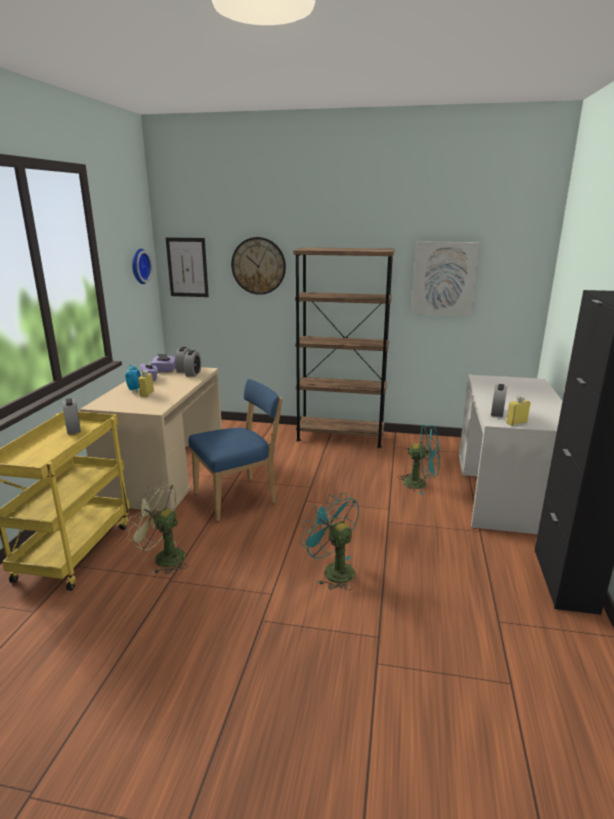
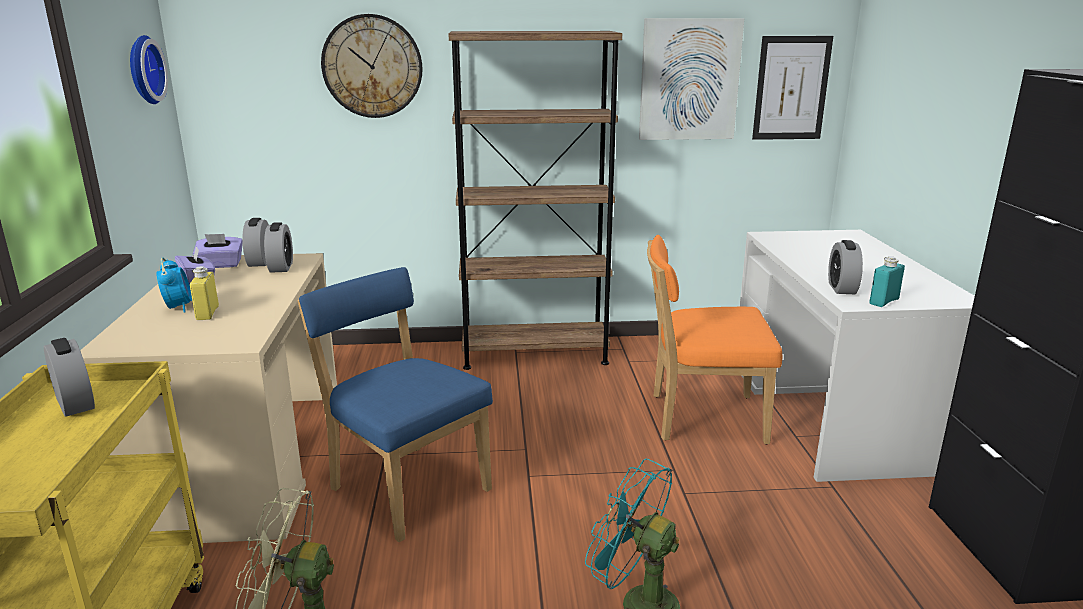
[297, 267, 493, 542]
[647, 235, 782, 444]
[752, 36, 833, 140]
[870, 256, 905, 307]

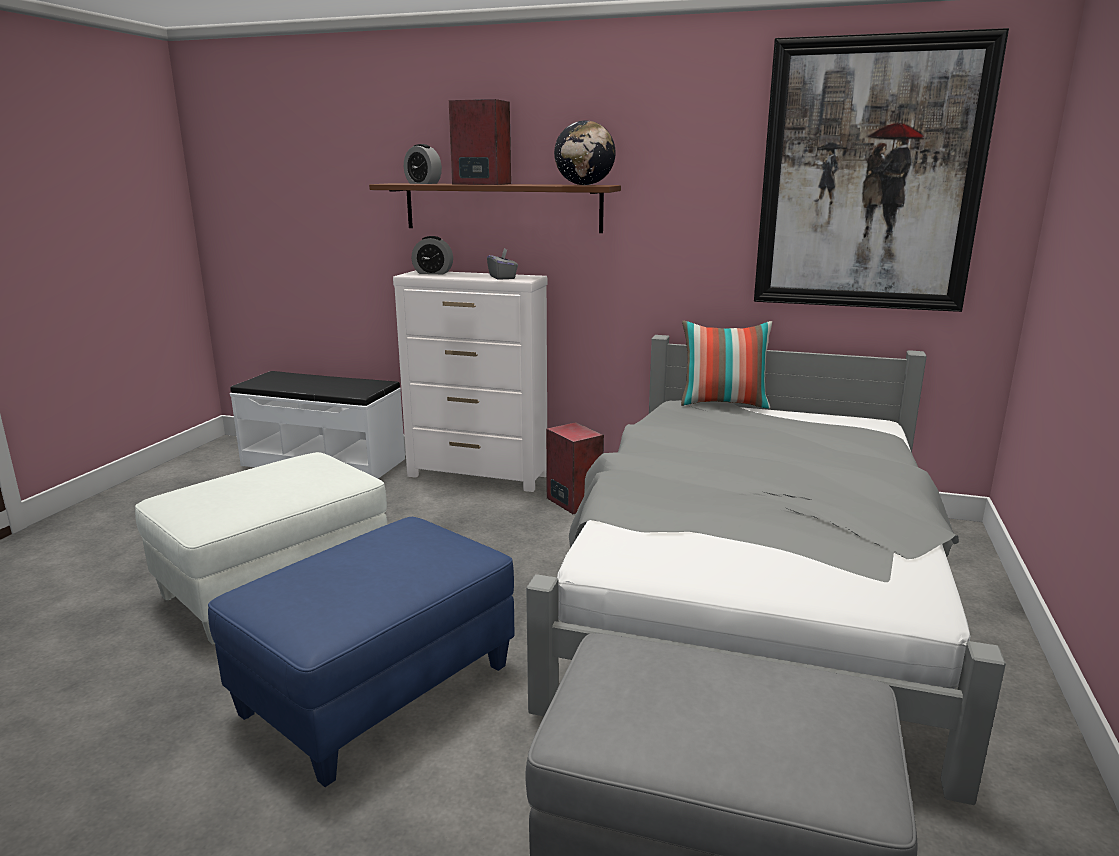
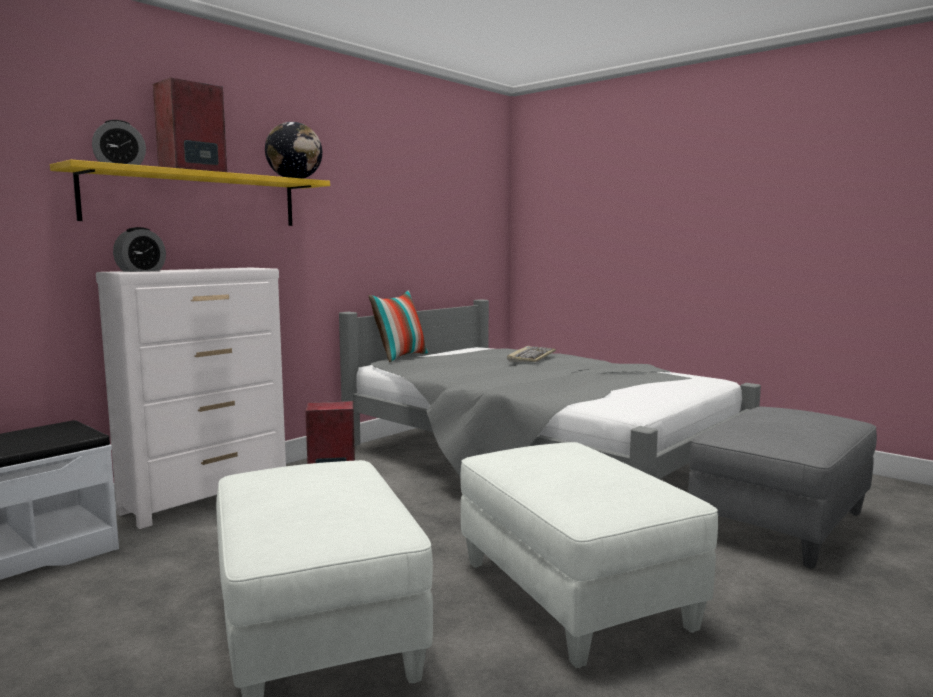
[50, 160, 330, 226]
[461, 442, 718, 668]
[507, 346, 556, 362]
[487, 248, 518, 280] (first image)
[754, 28, 1009, 312] (first image)

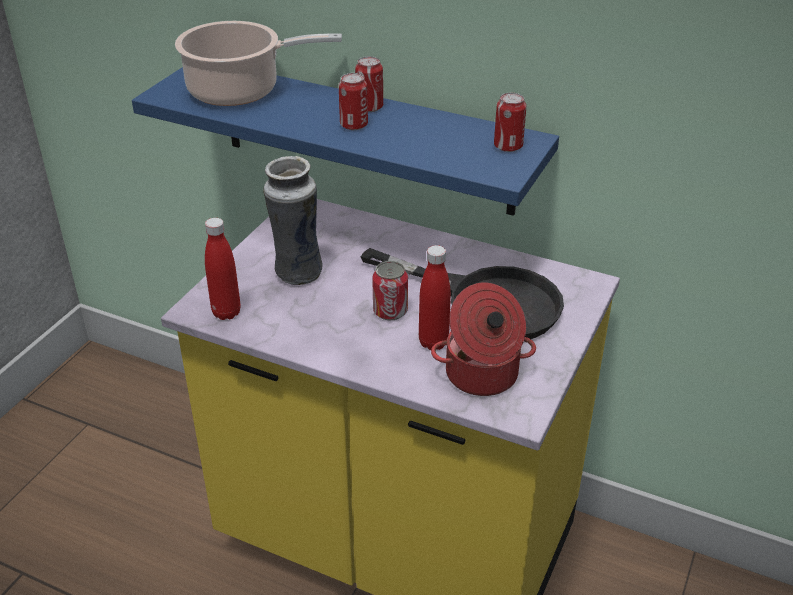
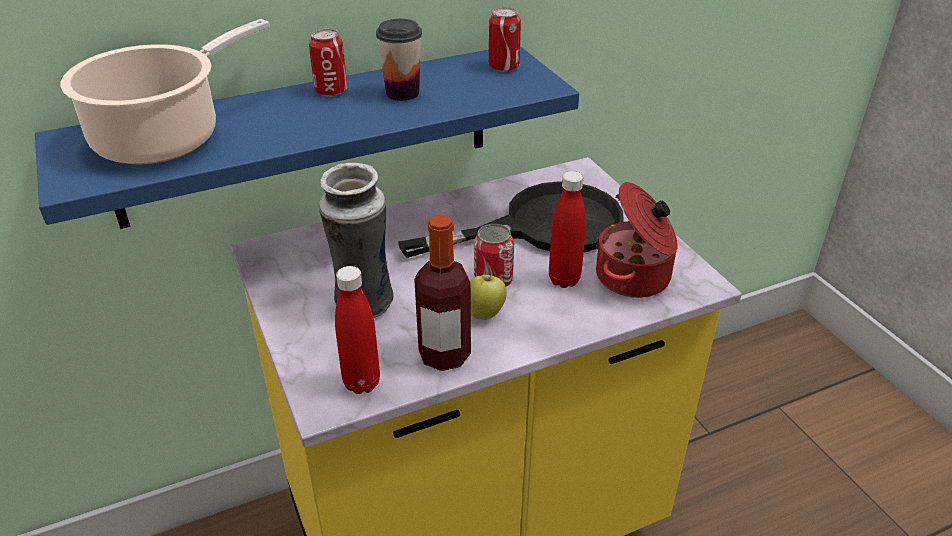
[376, 19, 422, 101]
[414, 214, 471, 371]
[470, 275, 507, 320]
[339, 73, 368, 130] (first image)

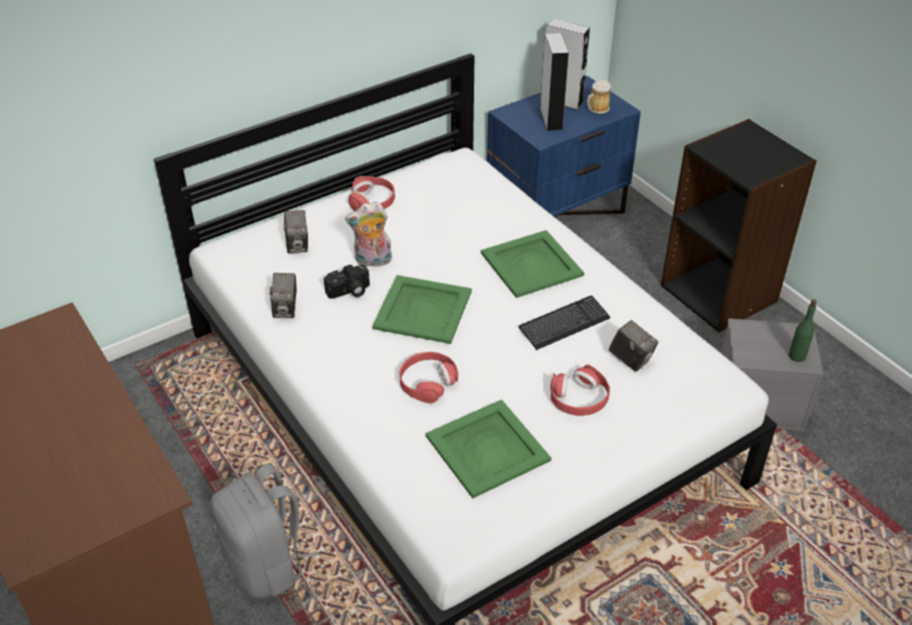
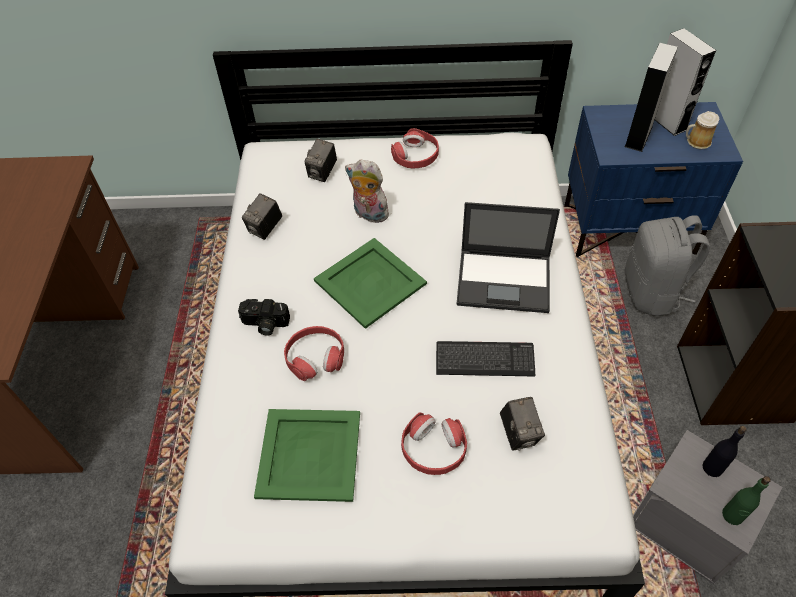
[238, 299, 290, 336]
[457, 202, 560, 313]
[625, 215, 710, 316]
[703, 426, 746, 477]

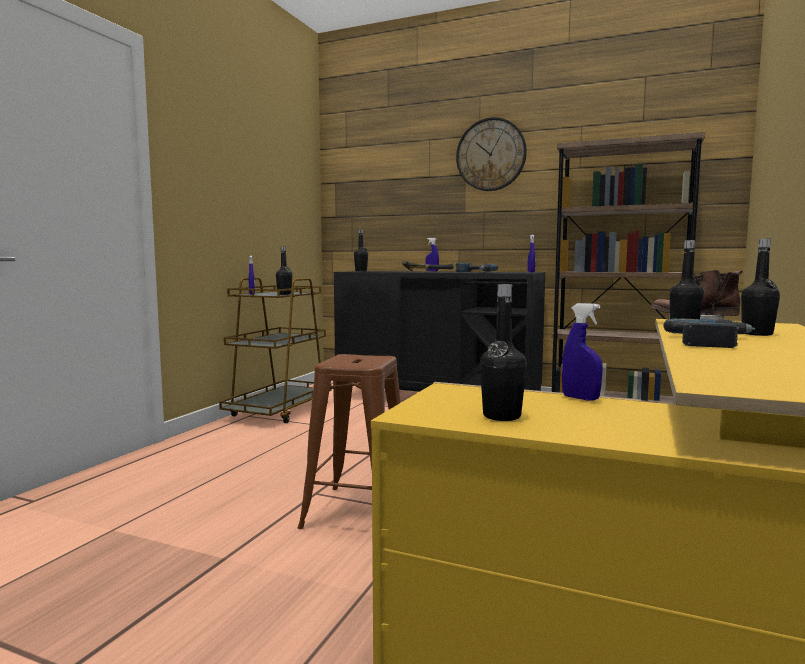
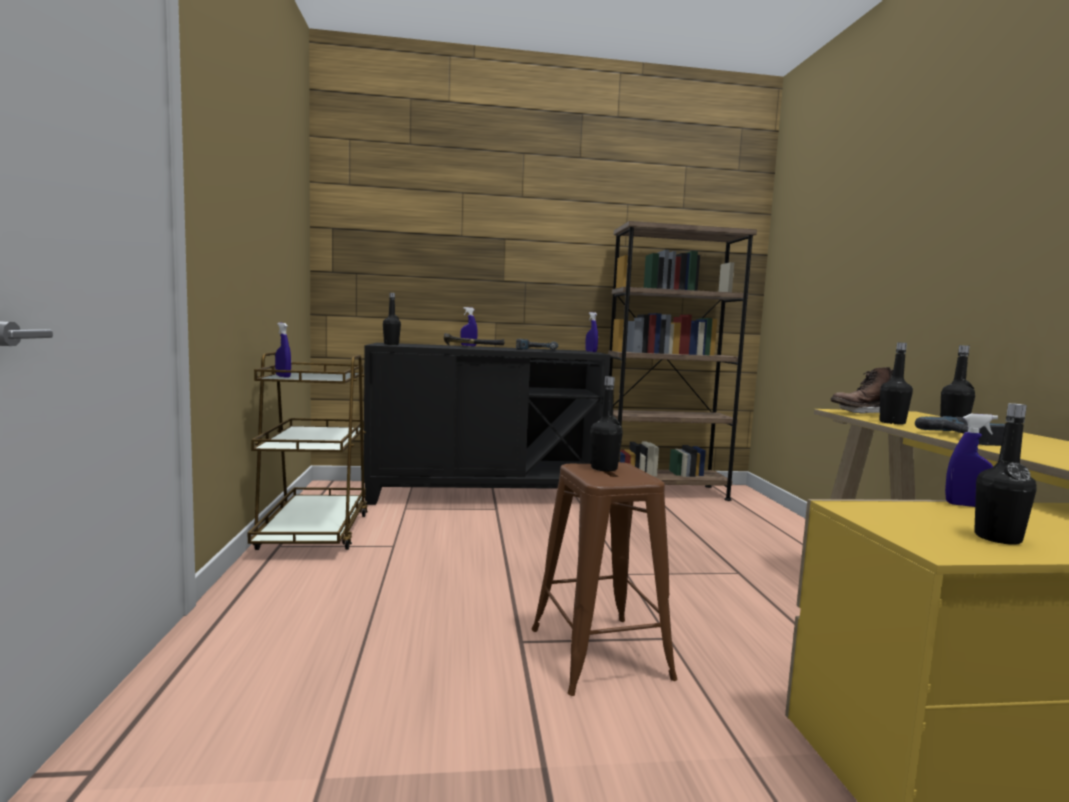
[590, 376, 623, 471]
[456, 117, 527, 191] (first image)

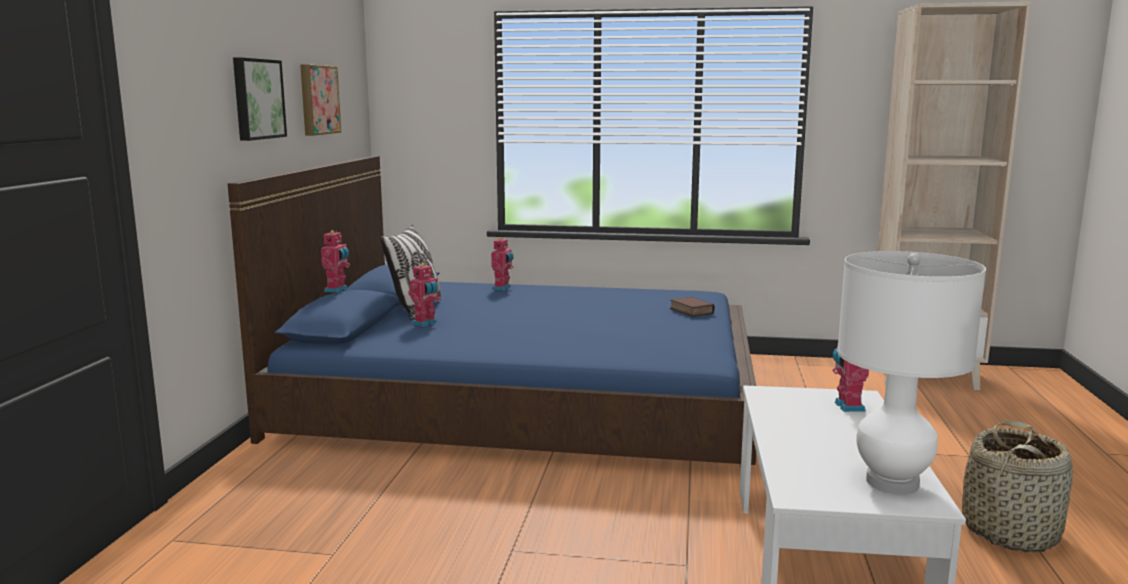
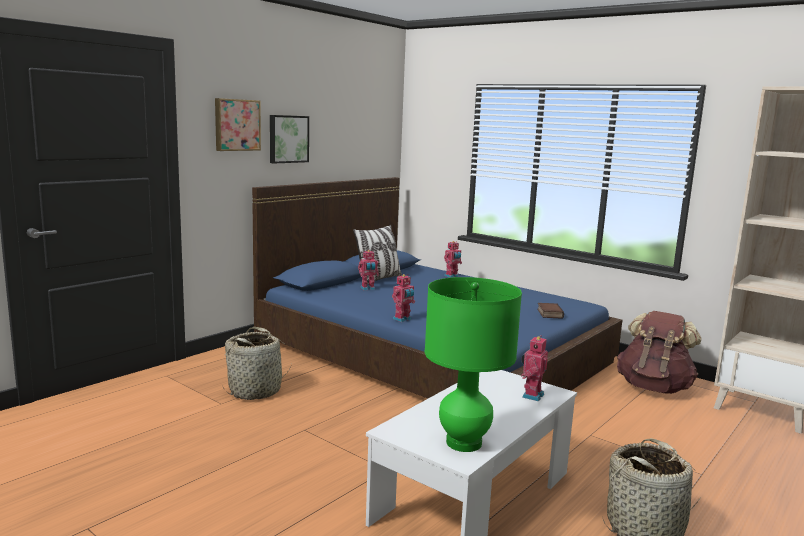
[215, 98, 261, 151]
[223, 327, 292, 400]
[392, 274, 415, 322]
[424, 277, 522, 452]
[617, 311, 701, 394]

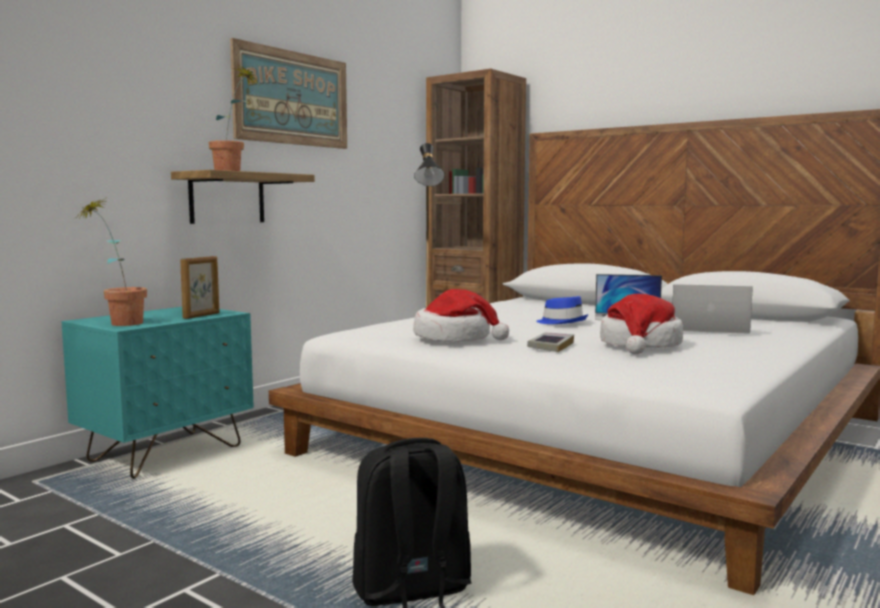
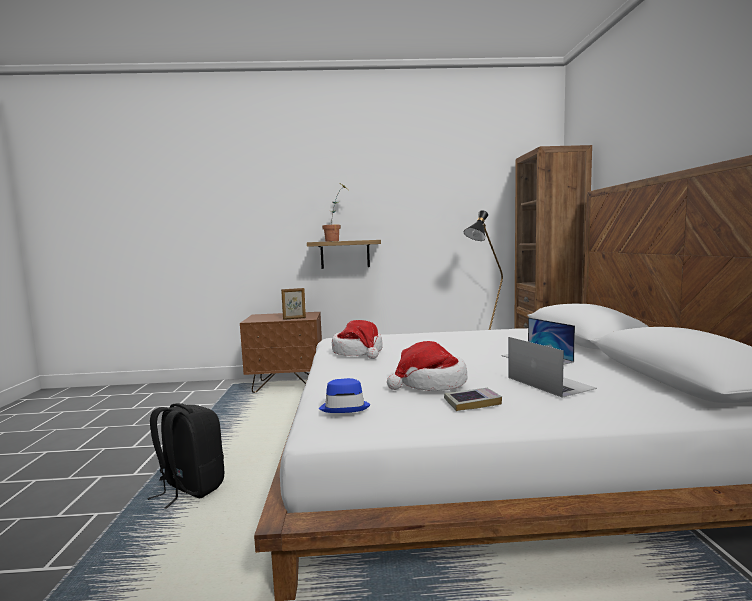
[240, 312, 322, 393]
[319, 378, 370, 413]
[444, 388, 502, 411]
[79, 198, 147, 326] (first image)
[230, 38, 347, 149] (first image)

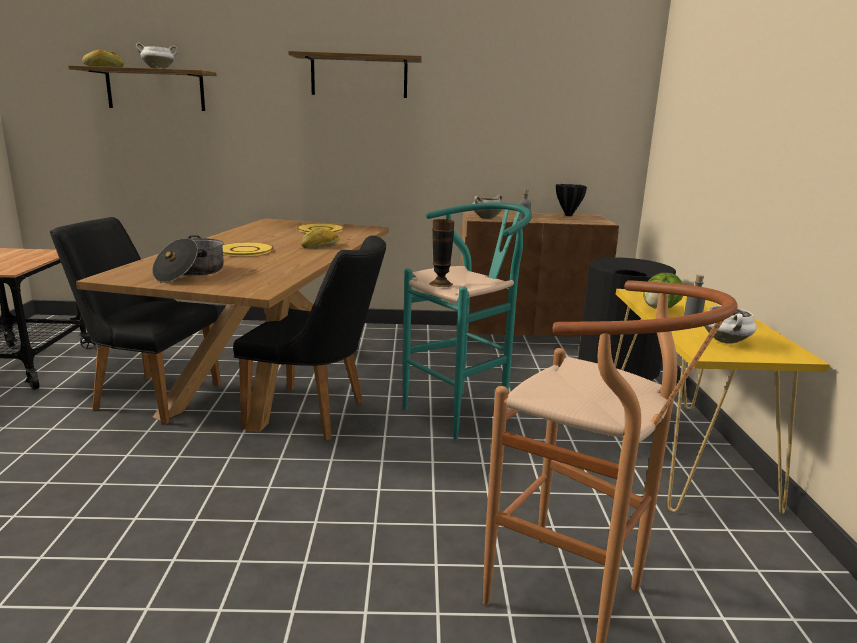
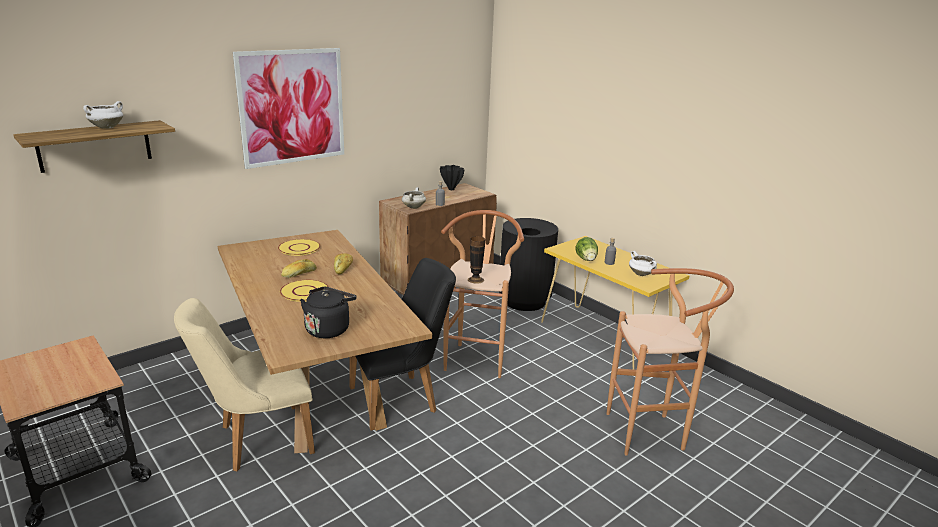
[174, 298, 315, 472]
[233, 48, 344, 169]
[281, 259, 317, 278]
[300, 287, 356, 338]
[441, 210, 524, 378]

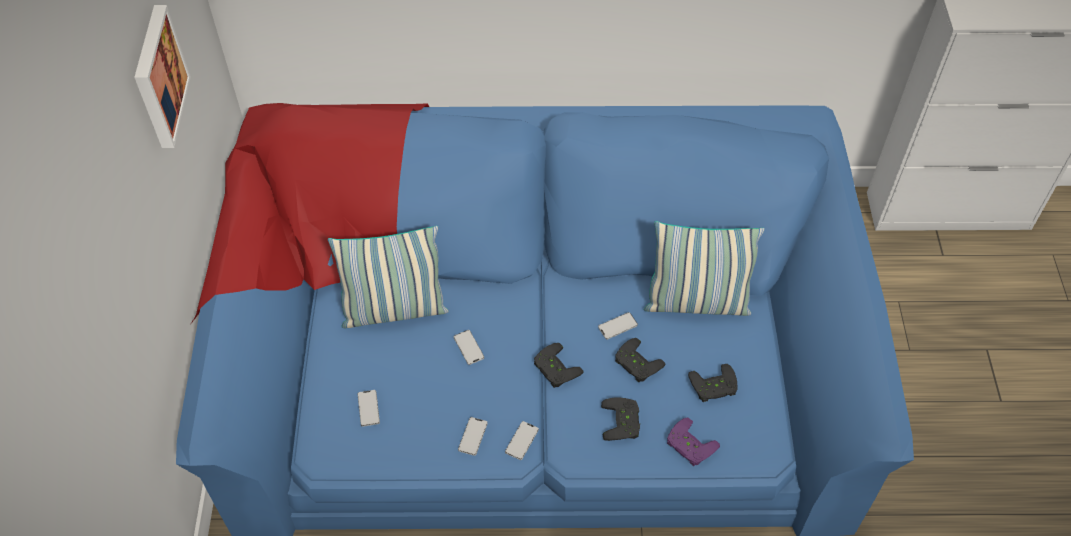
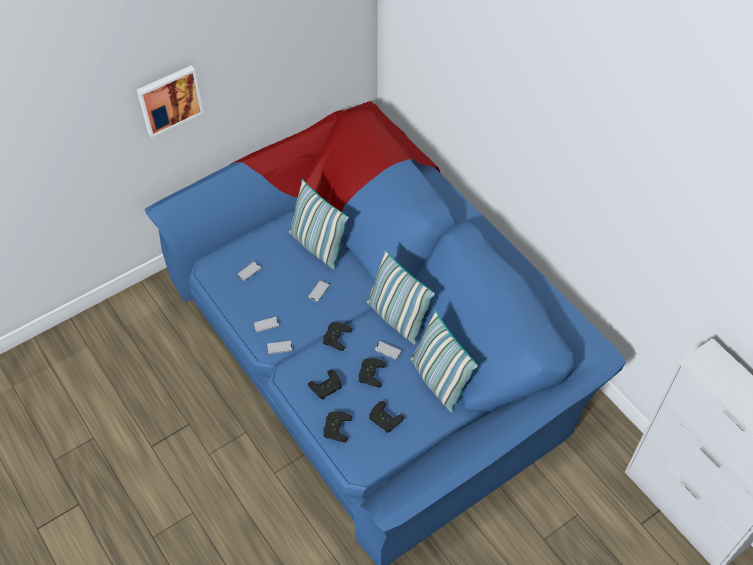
[137, 66, 204, 137]
[323, 412, 352, 442]
[366, 250, 435, 345]

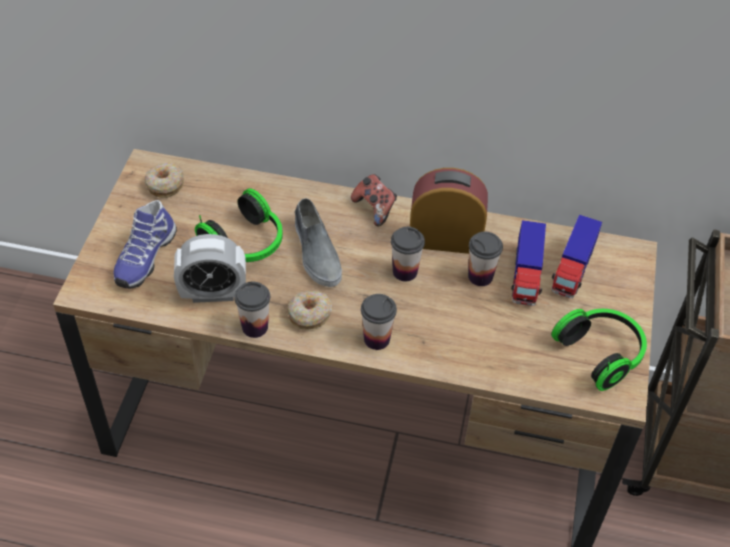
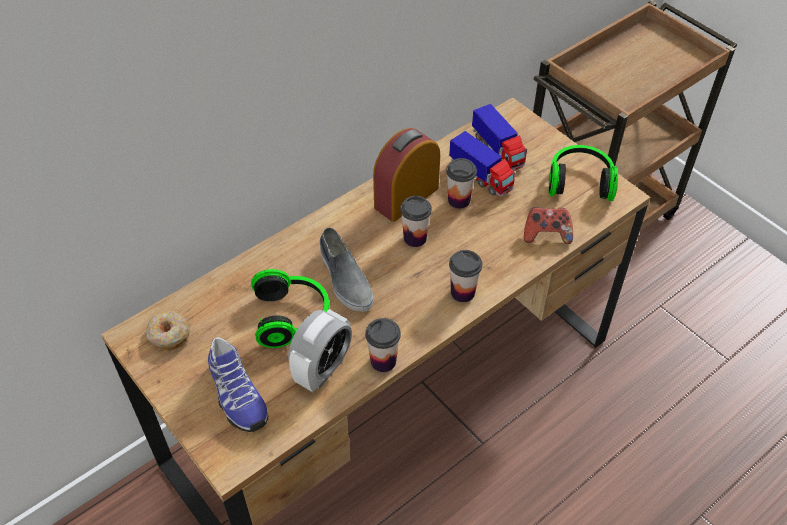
[320, 227, 374, 312]
[524, 207, 573, 244]
[287, 291, 332, 330] (first image)

